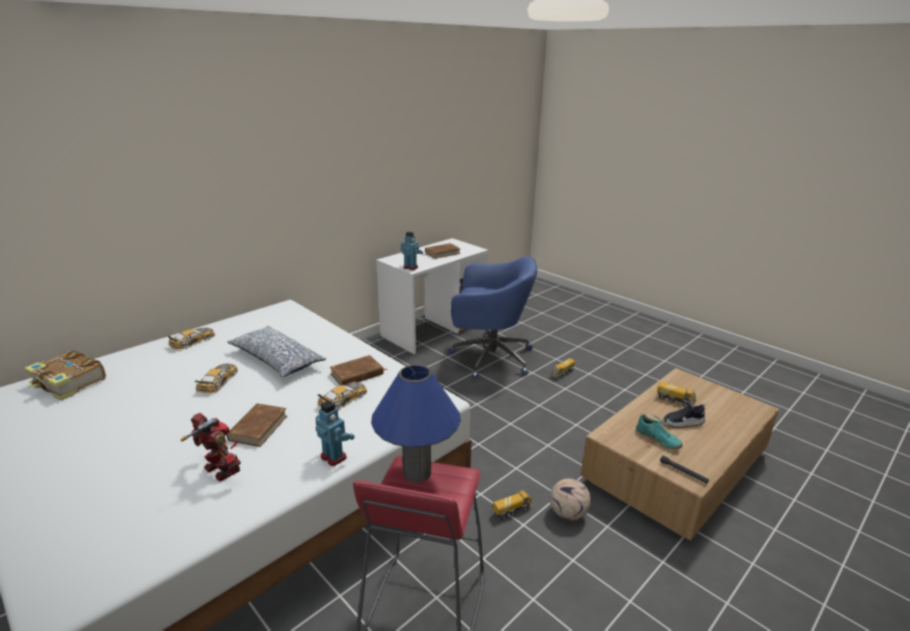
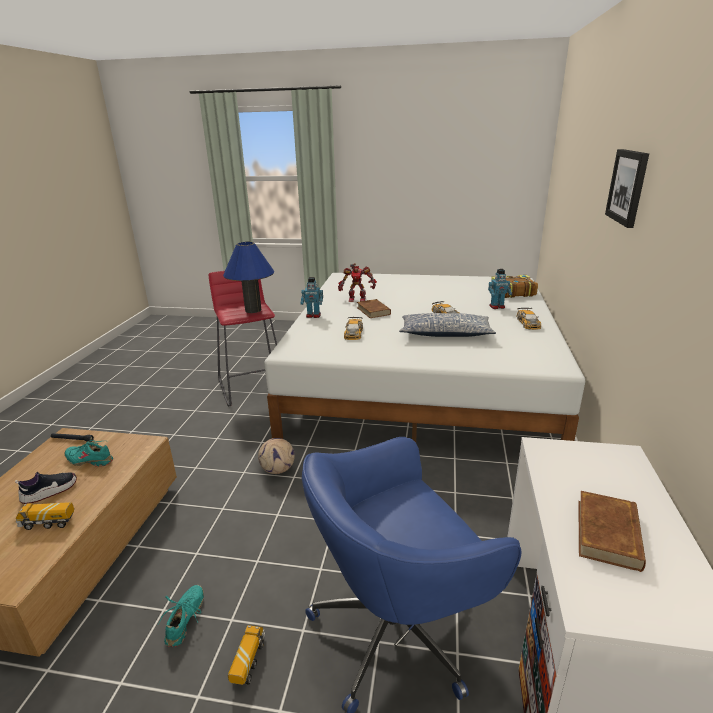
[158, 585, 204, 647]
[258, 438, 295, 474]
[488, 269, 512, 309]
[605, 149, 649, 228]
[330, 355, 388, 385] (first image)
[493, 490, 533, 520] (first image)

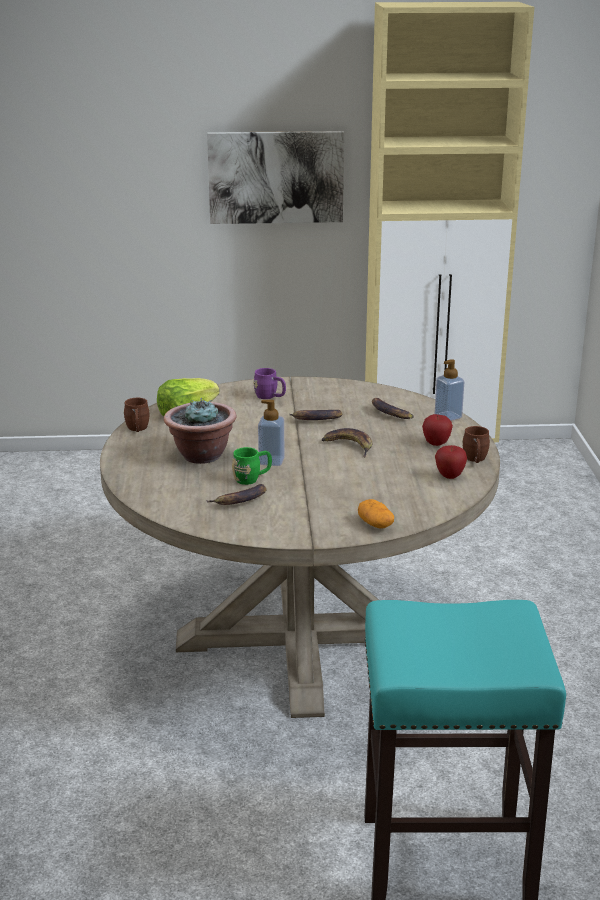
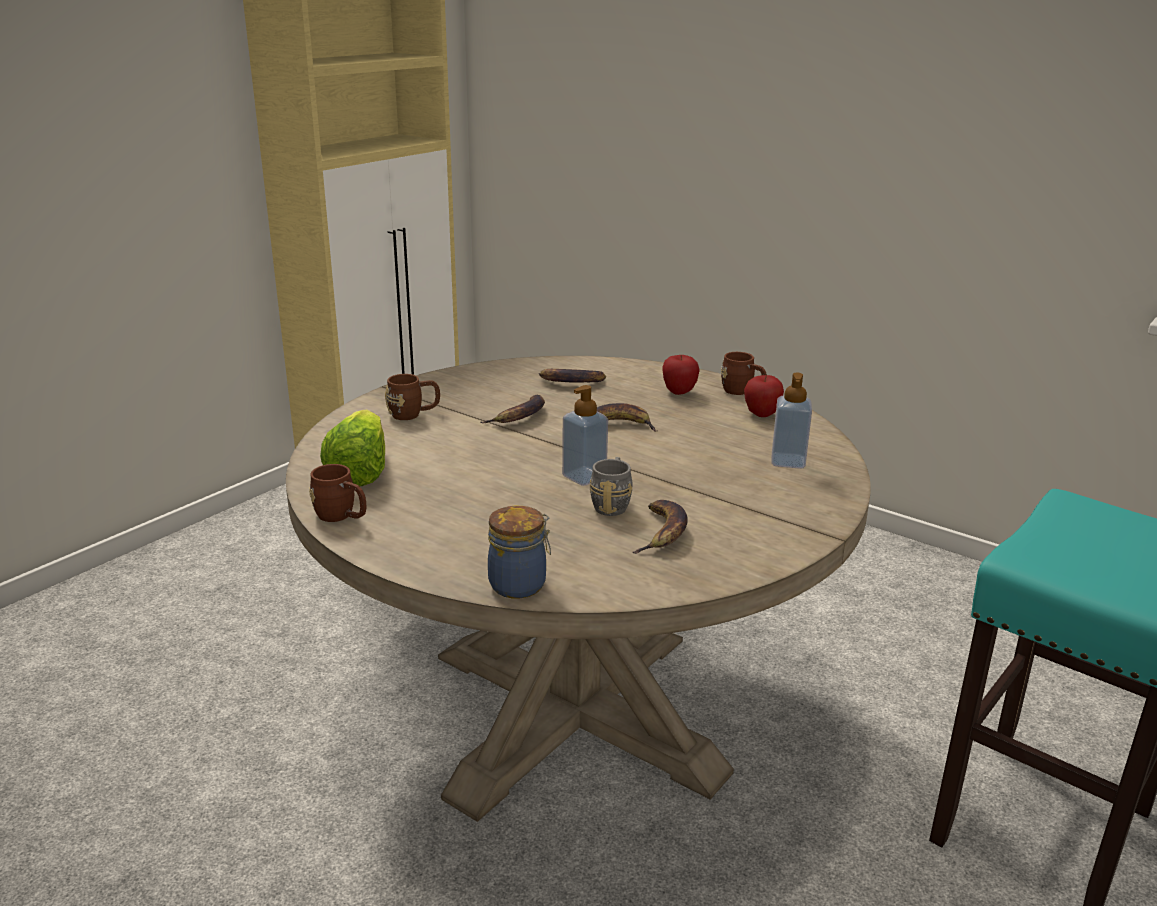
[385, 374, 440, 420]
[488, 506, 551, 599]
[590, 457, 633, 516]
[771, 373, 812, 469]
[164, 398, 236, 464] (first image)
[207, 131, 344, 224] (first image)
[358, 499, 394, 529] (first image)

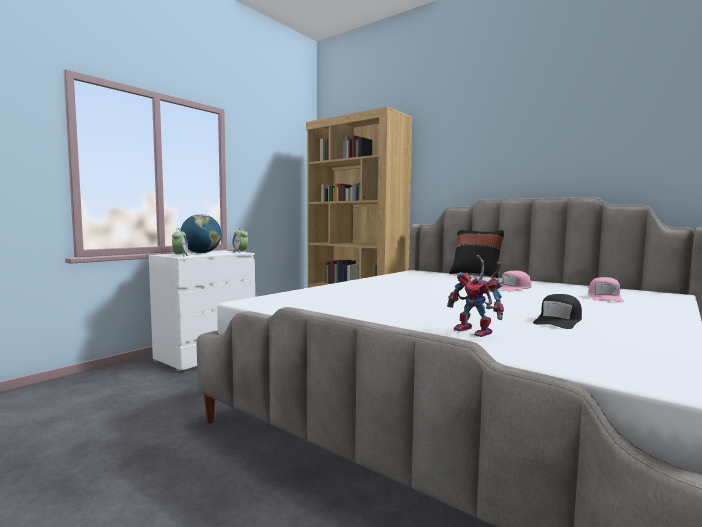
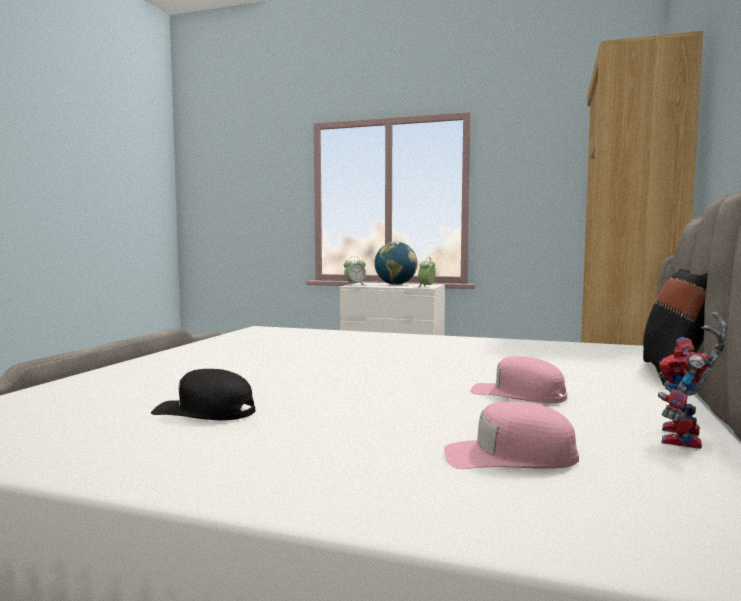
[658, 312, 728, 449]

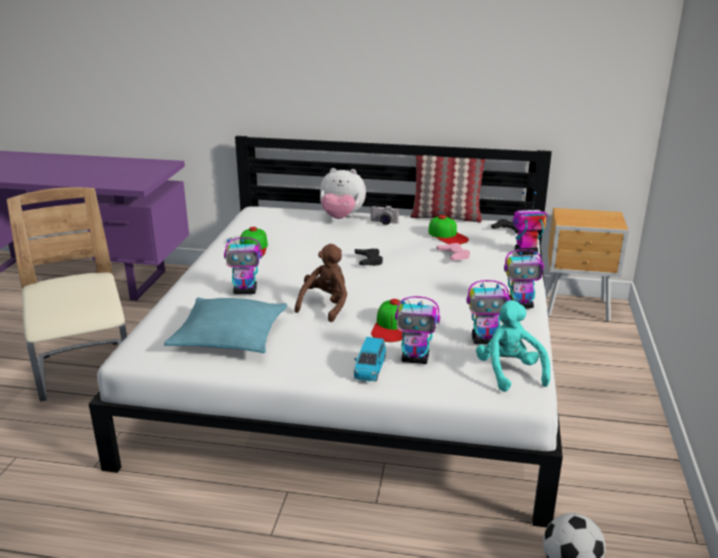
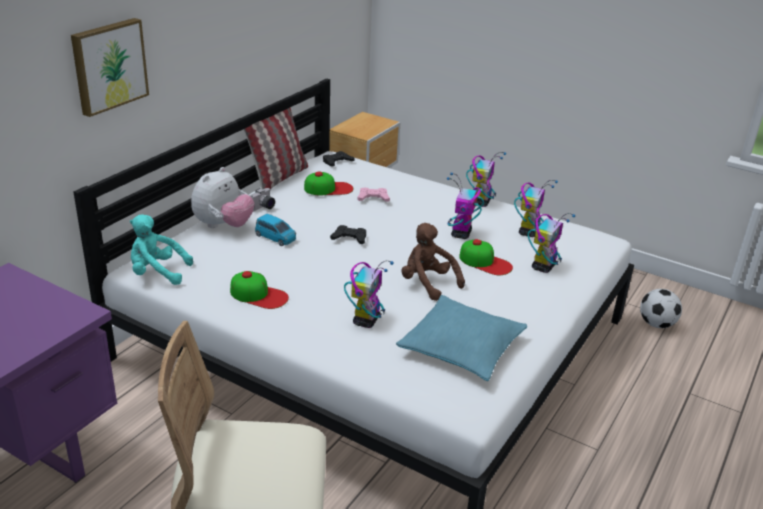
[71, 18, 149, 117]
[130, 214, 193, 285]
[255, 214, 296, 246]
[447, 172, 484, 239]

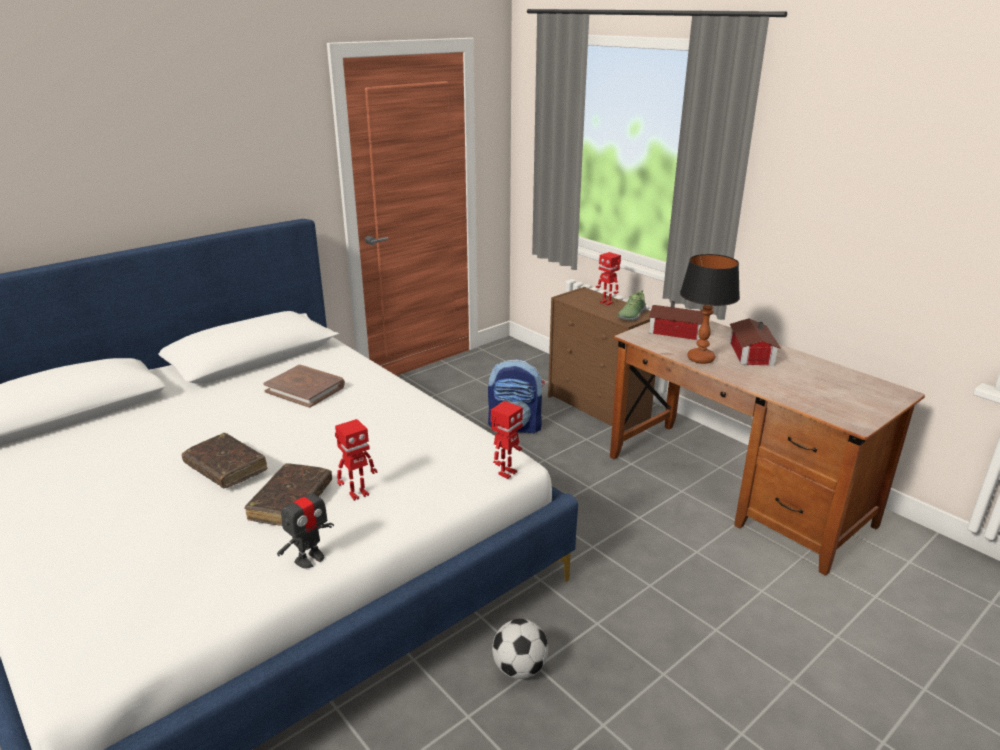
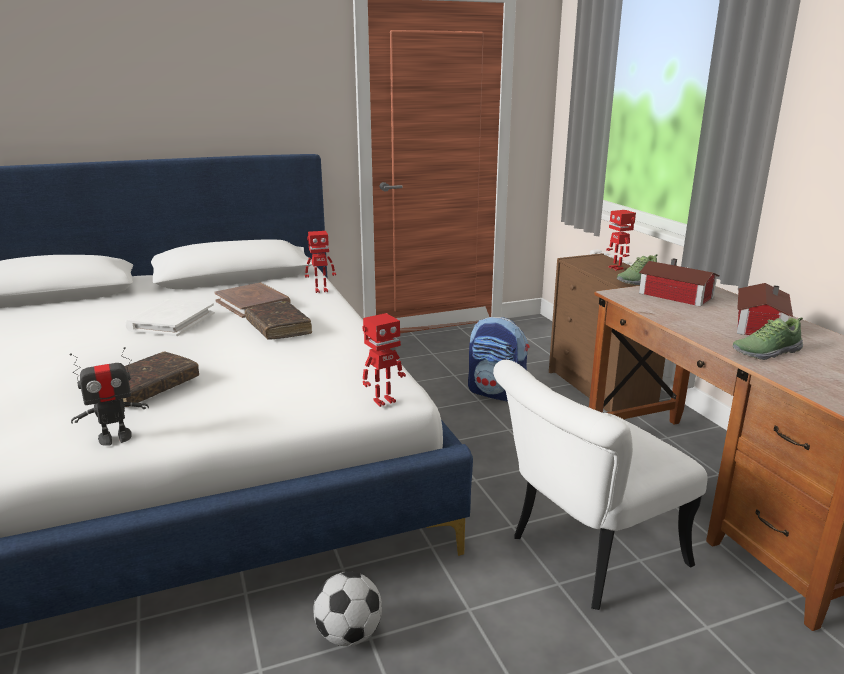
[125, 299, 215, 336]
[245, 301, 312, 339]
[305, 231, 336, 293]
[493, 360, 708, 610]
[733, 317, 803, 360]
[680, 254, 740, 364] (first image)

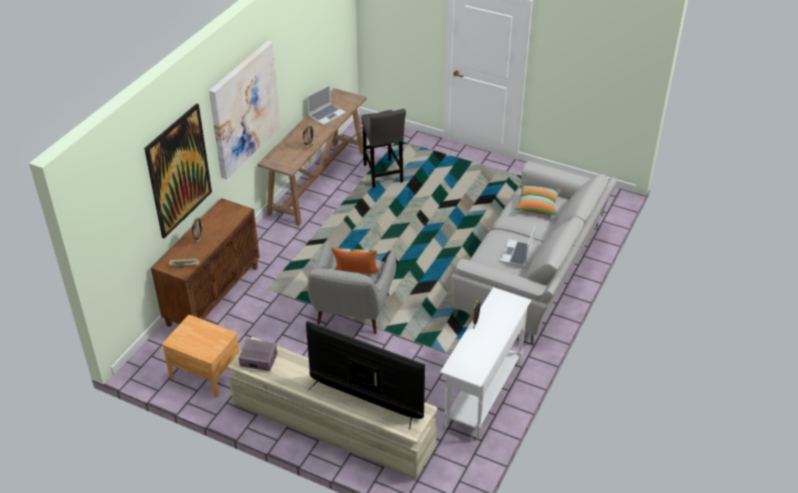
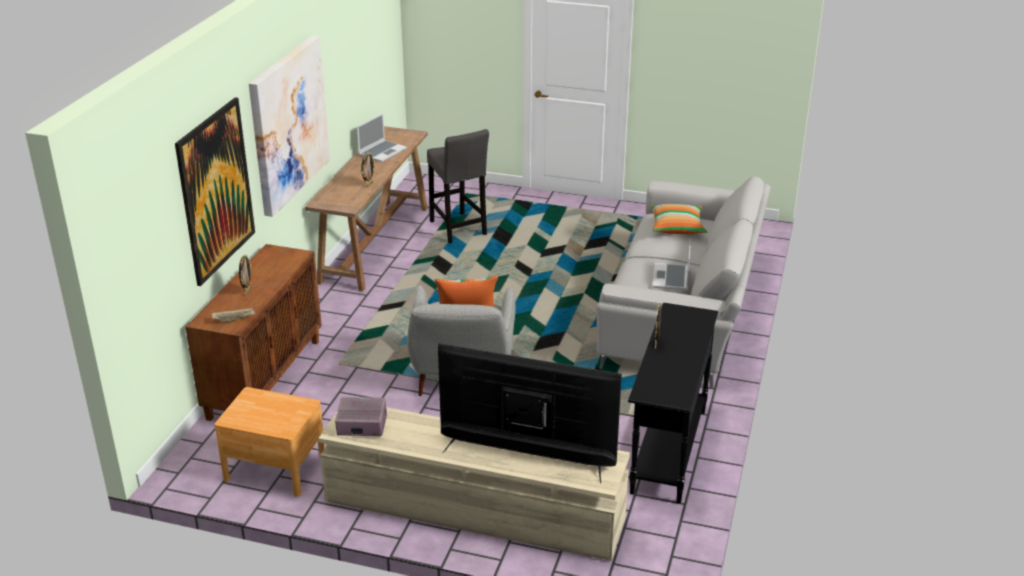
[628, 303, 718, 504]

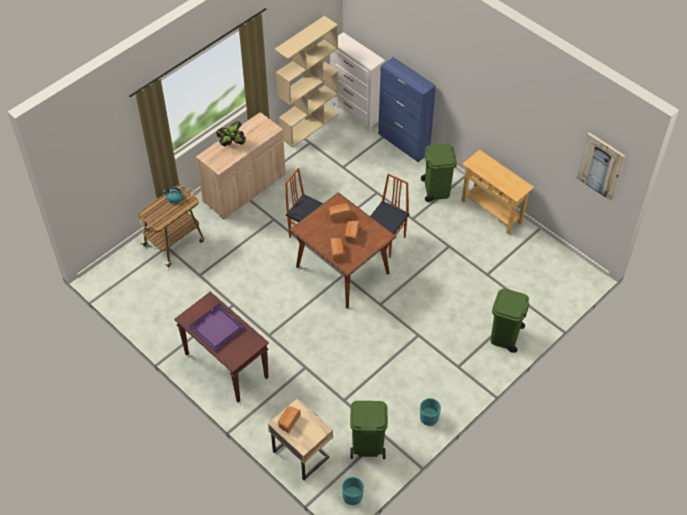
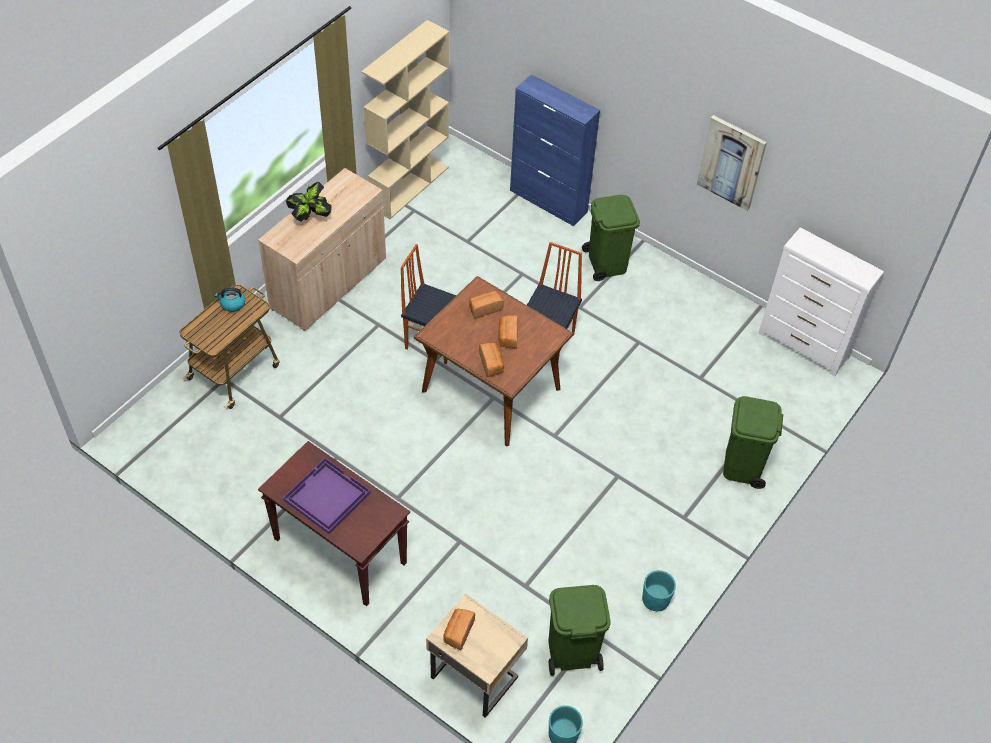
[697, 115, 767, 211]
[758, 227, 884, 376]
[462, 150, 534, 235] (first image)

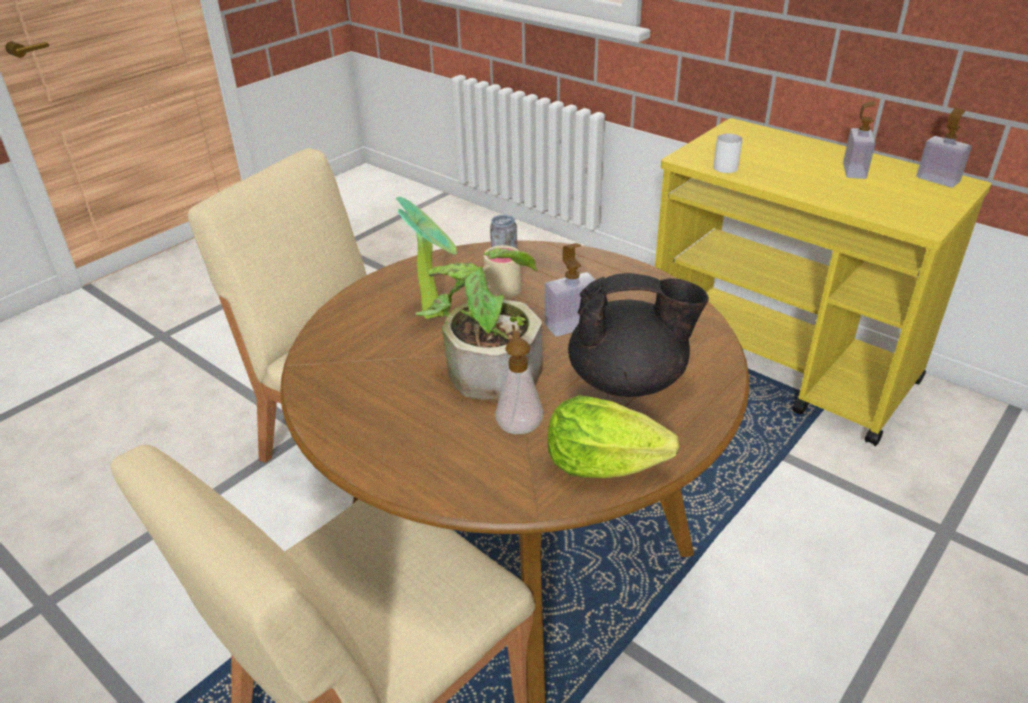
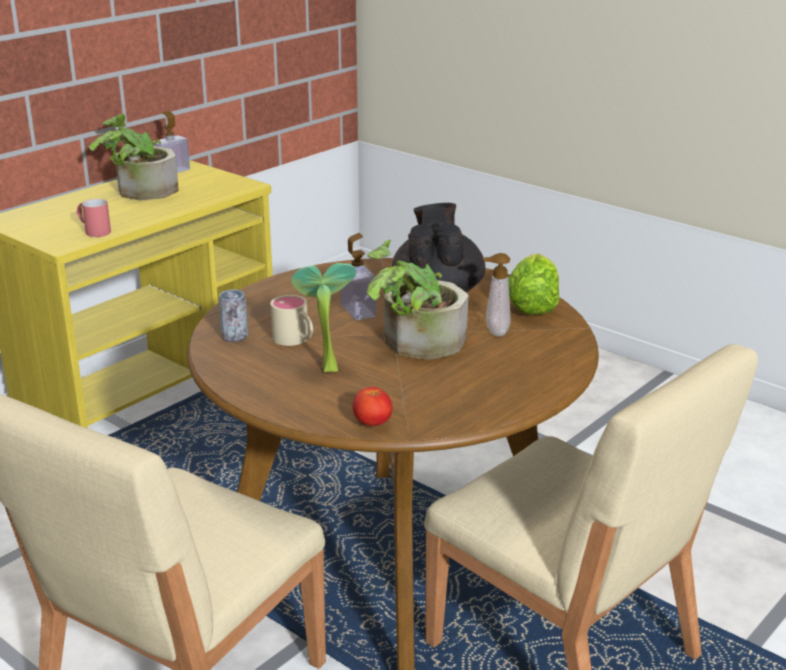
[76, 199, 111, 237]
[89, 114, 179, 200]
[353, 387, 393, 426]

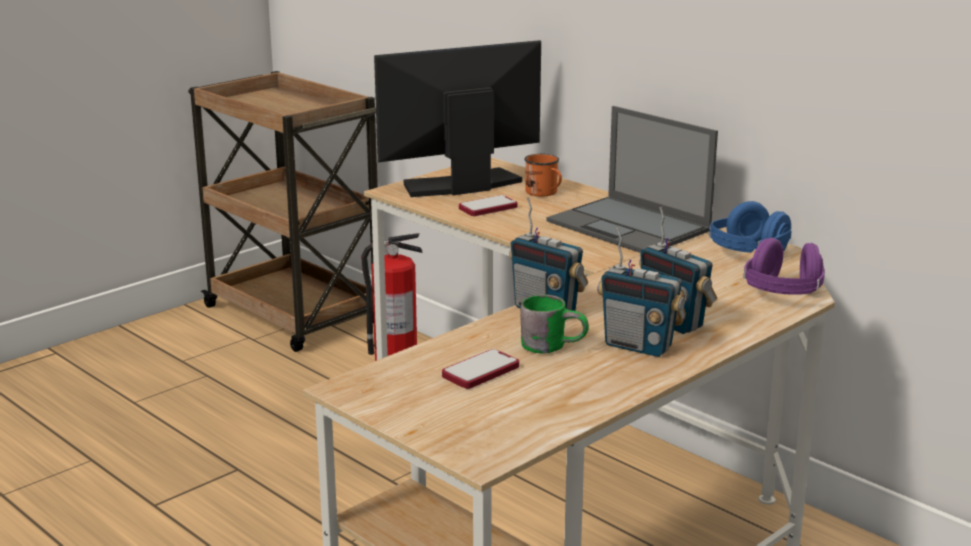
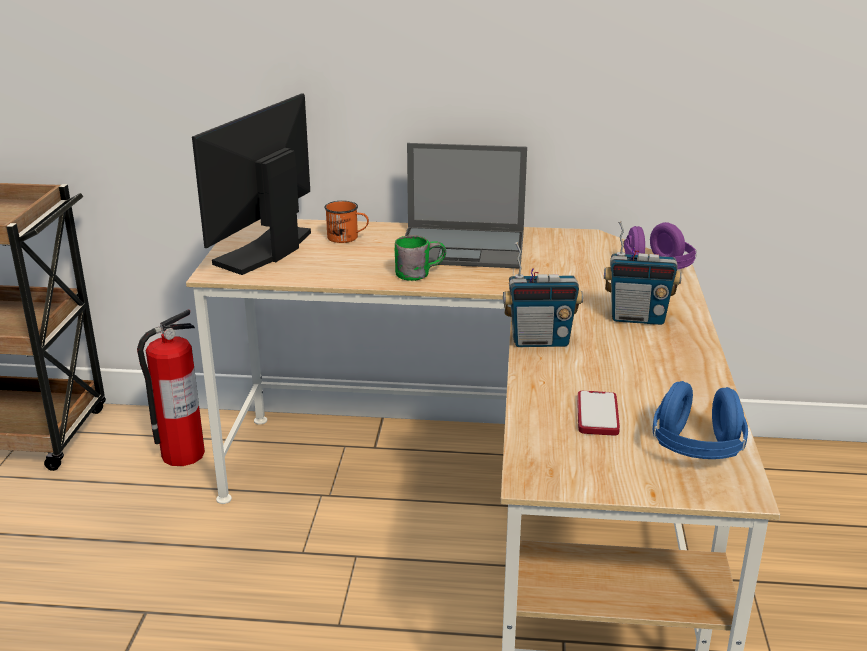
[395, 235, 446, 281]
[653, 381, 748, 459]
[459, 195, 518, 216] (first image)
[597, 228, 686, 357] (first image)

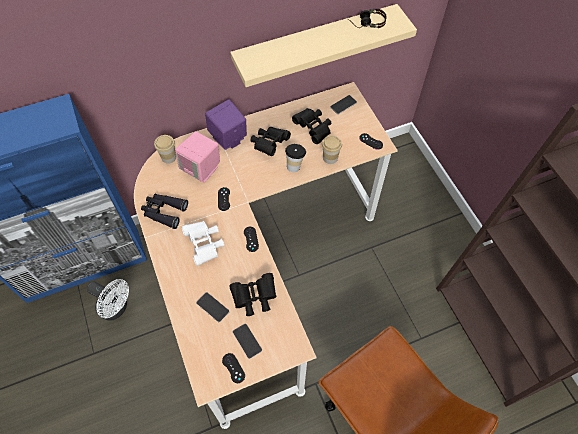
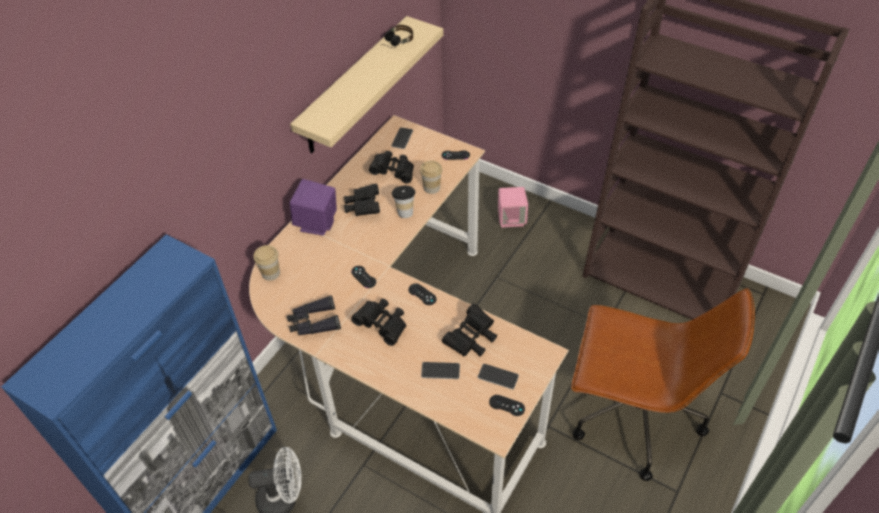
[351, 298, 406, 346]
[498, 187, 528, 227]

